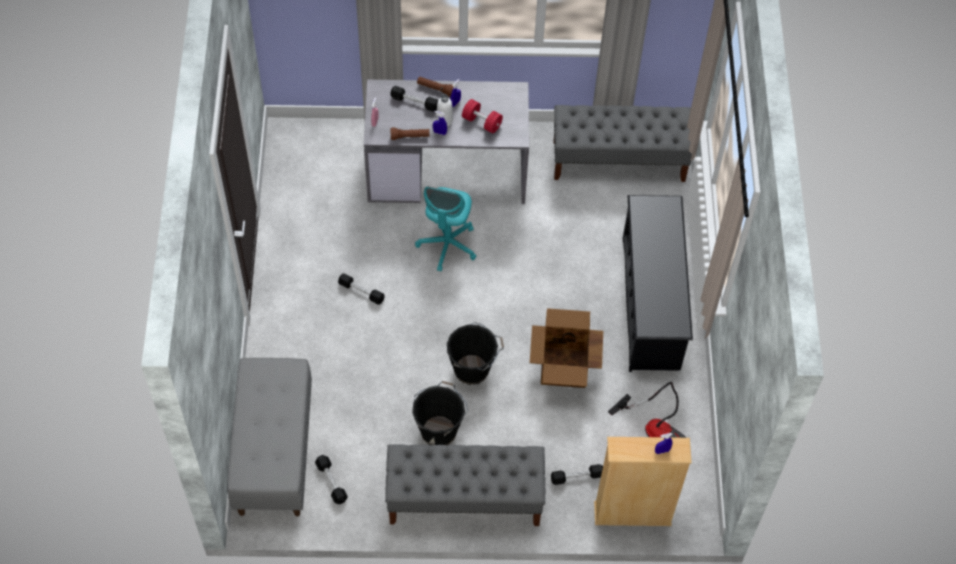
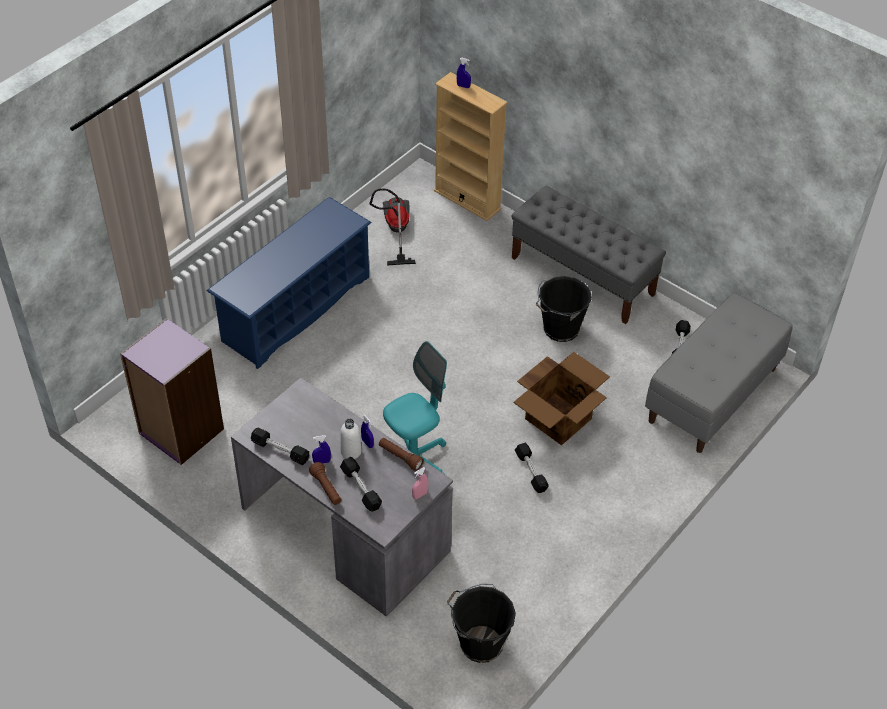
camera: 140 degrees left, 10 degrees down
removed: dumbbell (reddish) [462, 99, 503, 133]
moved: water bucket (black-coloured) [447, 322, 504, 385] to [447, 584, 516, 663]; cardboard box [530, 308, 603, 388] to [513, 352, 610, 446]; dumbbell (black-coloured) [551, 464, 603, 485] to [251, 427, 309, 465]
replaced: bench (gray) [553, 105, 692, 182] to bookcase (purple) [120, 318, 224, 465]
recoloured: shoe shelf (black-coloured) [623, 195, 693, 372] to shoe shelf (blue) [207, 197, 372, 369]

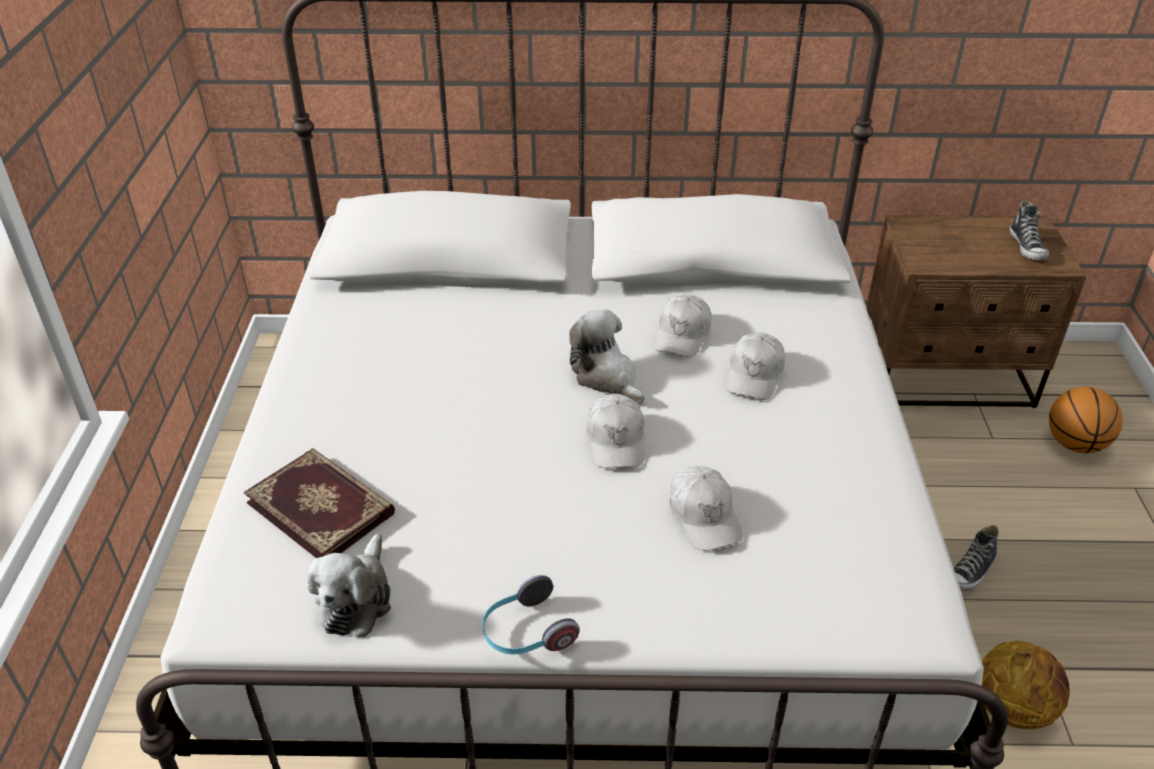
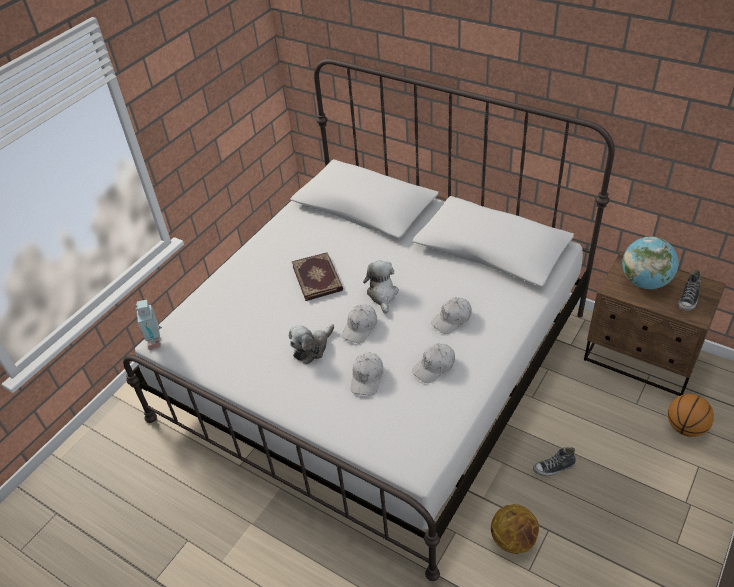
camera: 35 degrees right, 5 degrees up
removed: pair of headphones [482, 575, 580, 655]
added: robot figure [135, 300, 162, 350]; world globe [622, 236, 679, 289]
moved: bound book [244, 448, 395, 558] to [292, 252, 343, 301]; plush toy [307, 533, 391, 637] to [289, 324, 334, 364]; cap (whitish) [653, 295, 711, 357] to [412, 343, 455, 383]

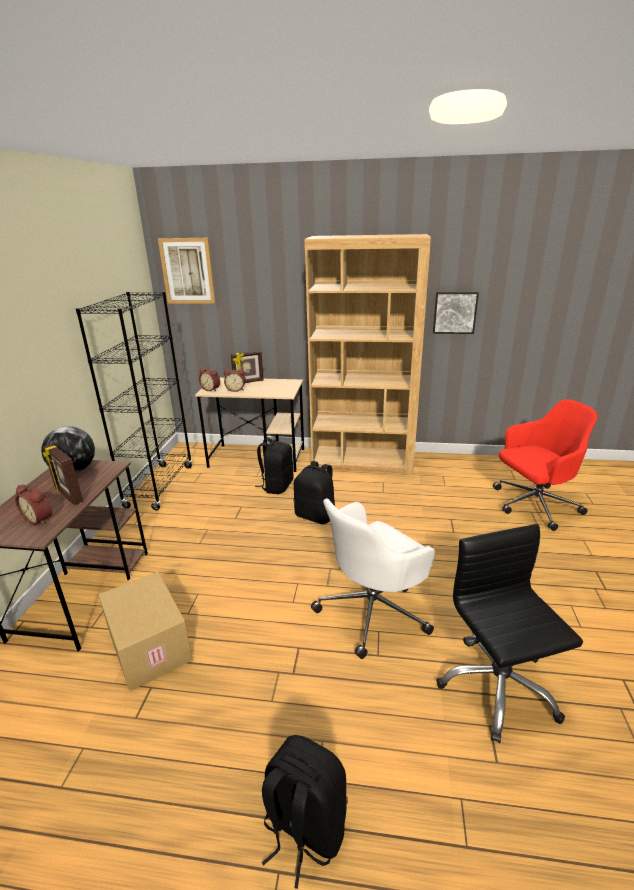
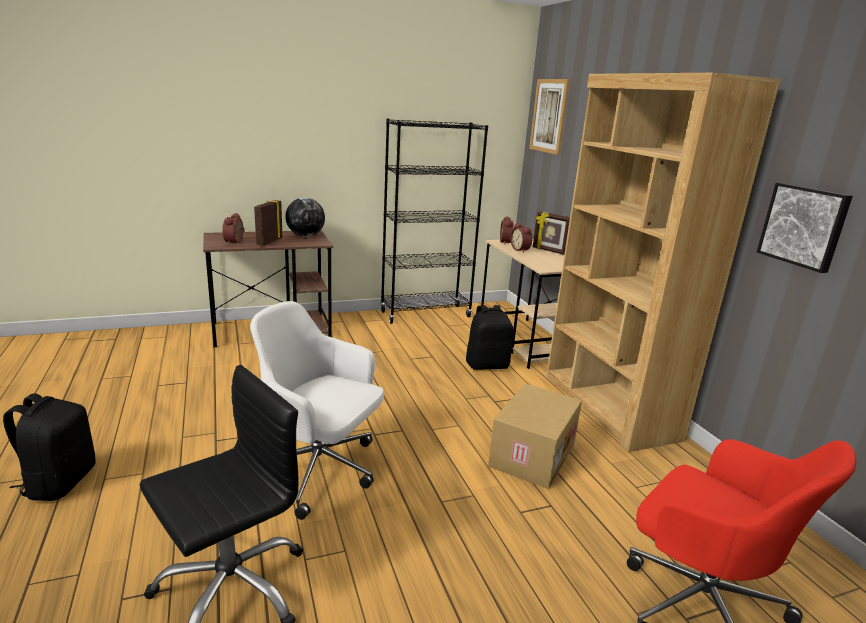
camera: 60 degrees right, 5 degrees down
removed: rucksack (black-coloured) [294, 461, 335, 524]
moved: cardboard box [99, 572, 192, 691] to [488, 384, 582, 489]

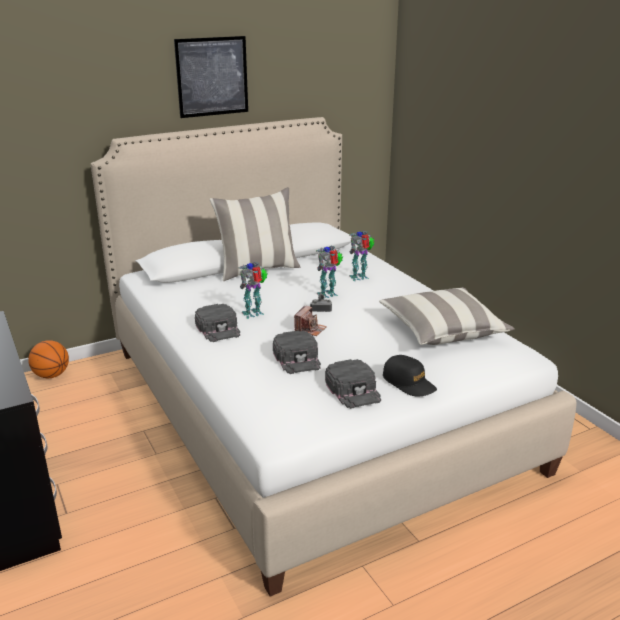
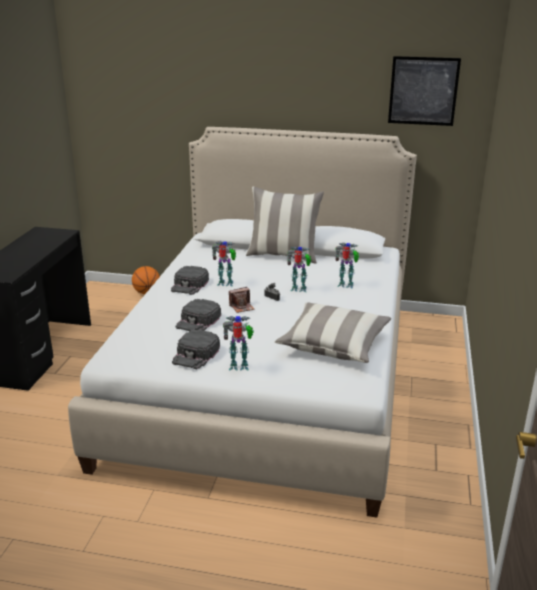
camera: 40 degrees right, 0 degrees up
moved: picture [174, 36, 248, 118] to [388, 56, 461, 126]
replaced: cap (black-coloured) [383, 355, 437, 397] to robot figure [223, 316, 254, 370]

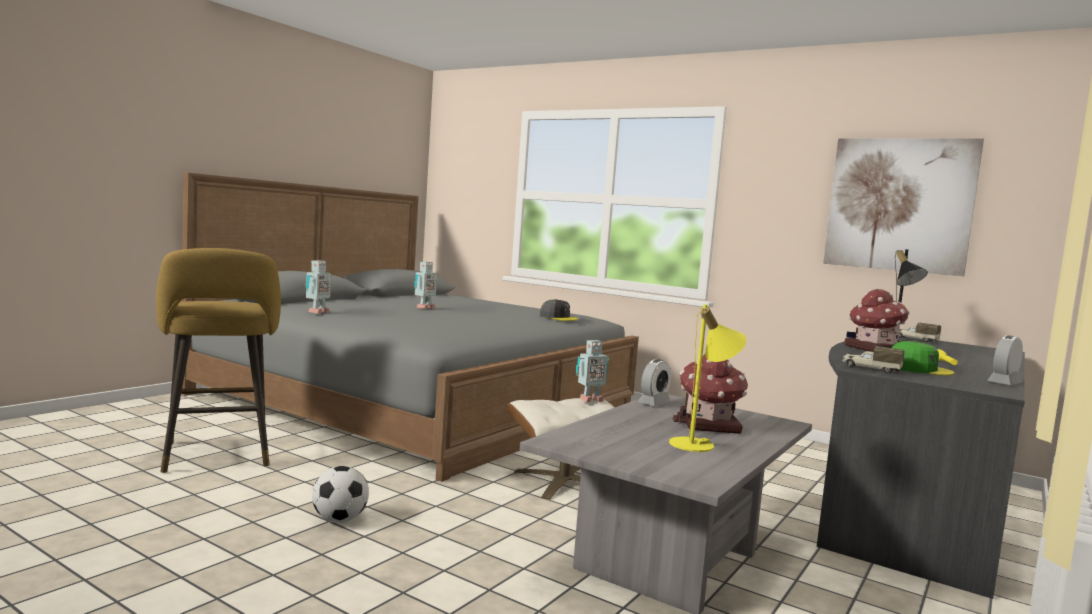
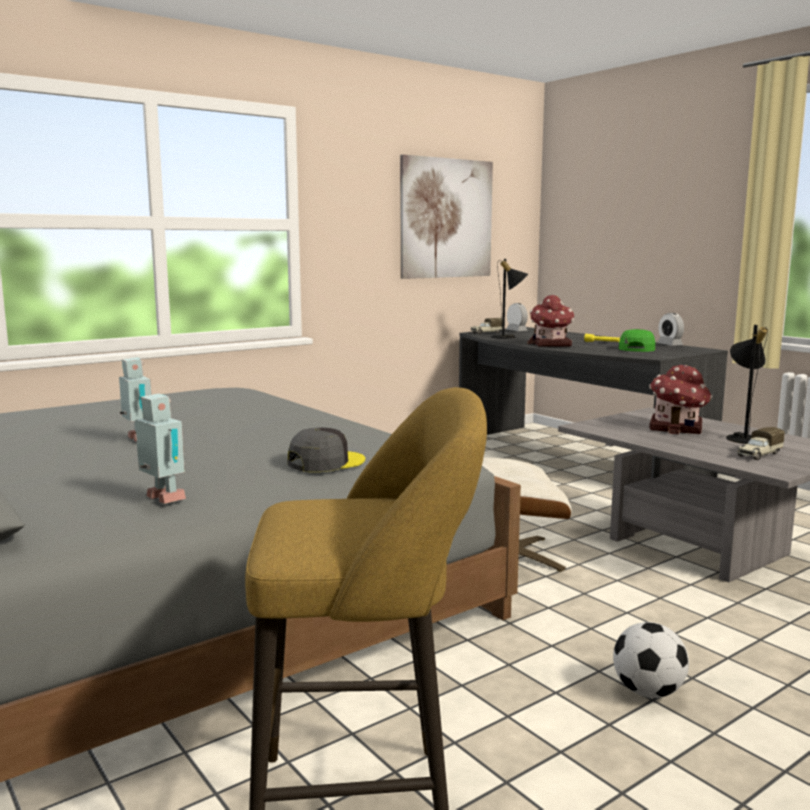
camera: 70 degrees left, 5 degrees up
removed: robot figure [576, 340, 609, 402]
moved: cap (gray) [540, 299, 579, 321] to [287, 427, 365, 472]; alarm clock [638, 359, 672, 406] to [506, 303, 528, 331]; toy truck [842, 346, 905, 373] to [737, 427, 785, 460]
recoloured: lamp for a table (yellow) [669, 305, 747, 452] to lamp for a table (black-coloured) [726, 325, 768, 444]

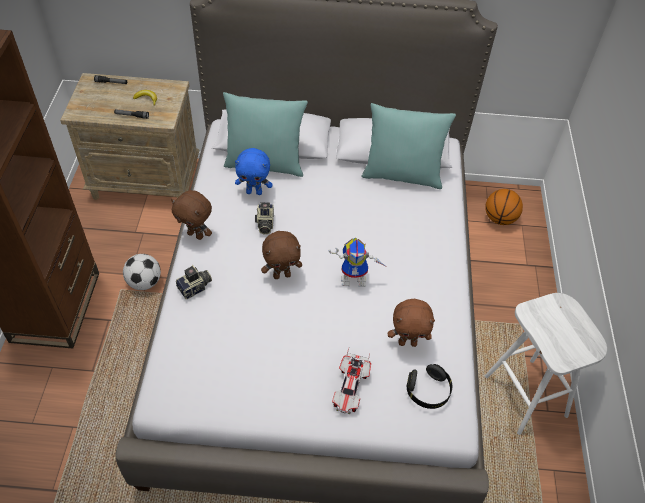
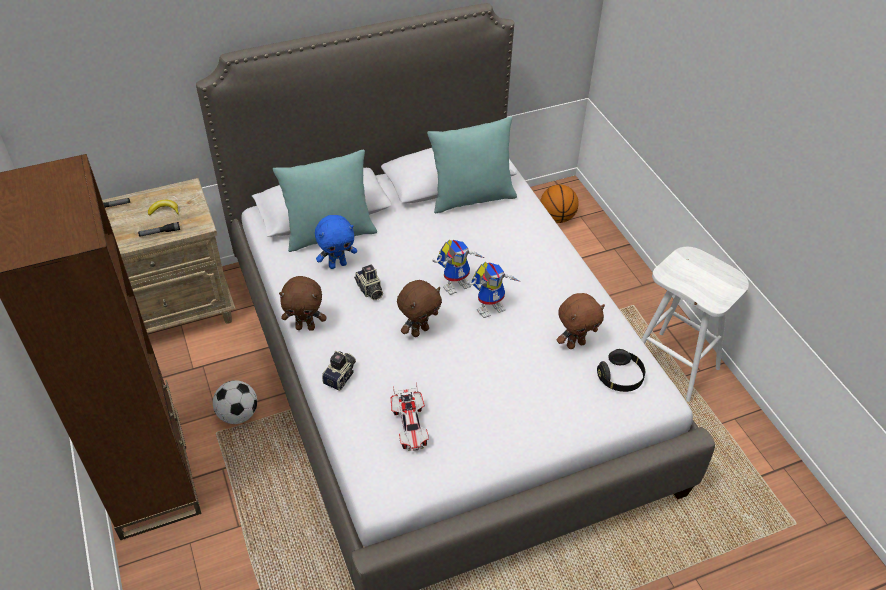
camera: 25 degrees left, 5 degrees down
added: robot figure [432, 239, 484, 295]
moved: miniature car [332, 348, 371, 414] to [391, 382, 429, 451]

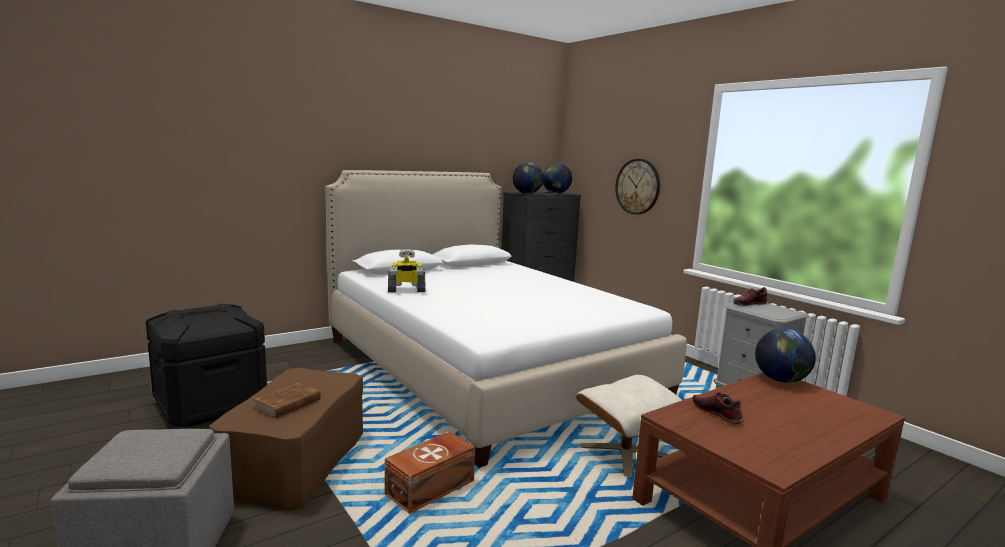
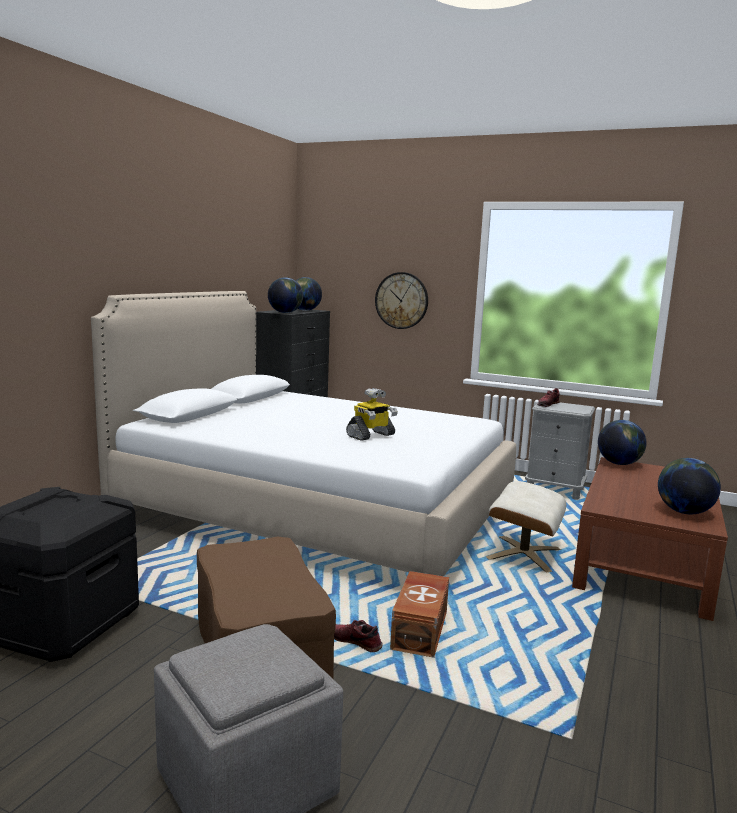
camera: 30 degrees left, 0 degrees up
removed: bound book (brown) [253, 382, 322, 418]
added: world globe [658, 458, 721, 514]
moved: robot figure [388, 249, 425, 292] to [346, 388, 398, 441]; shoe [693, 392, 744, 424] to [334, 620, 383, 652]

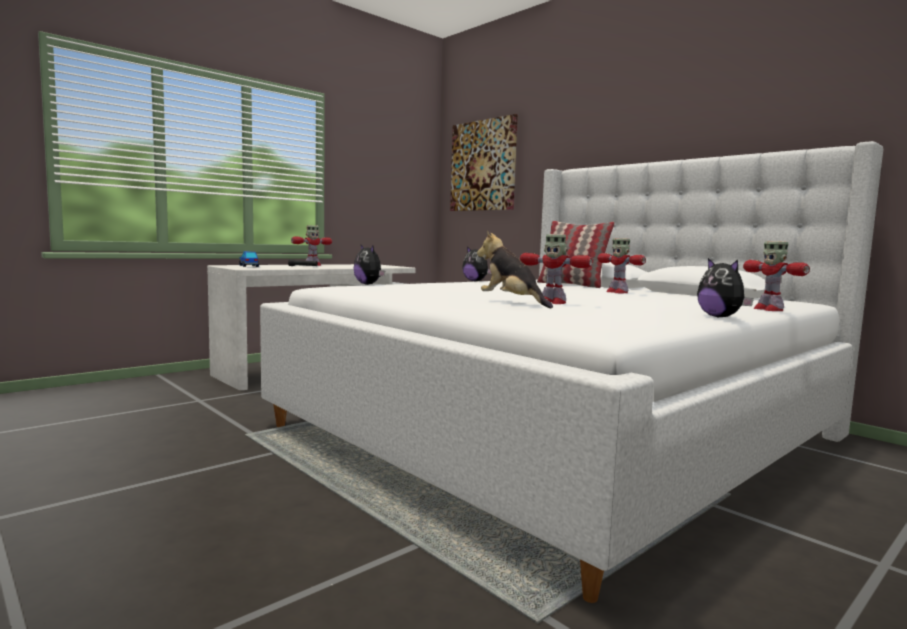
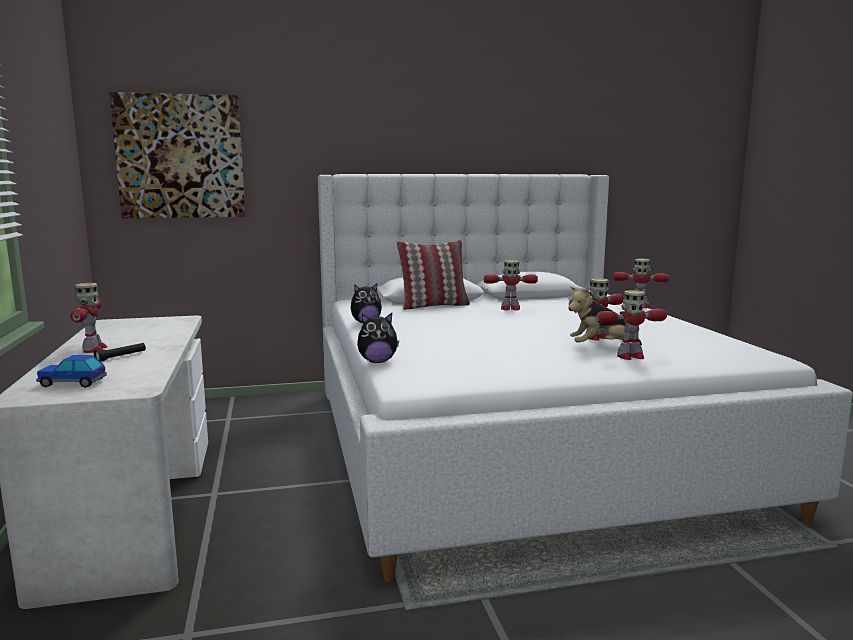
camera: 60 degrees left, 5 degrees up
removed: plush toy [697, 258, 754, 317]
added: robot figure [596, 290, 667, 360]

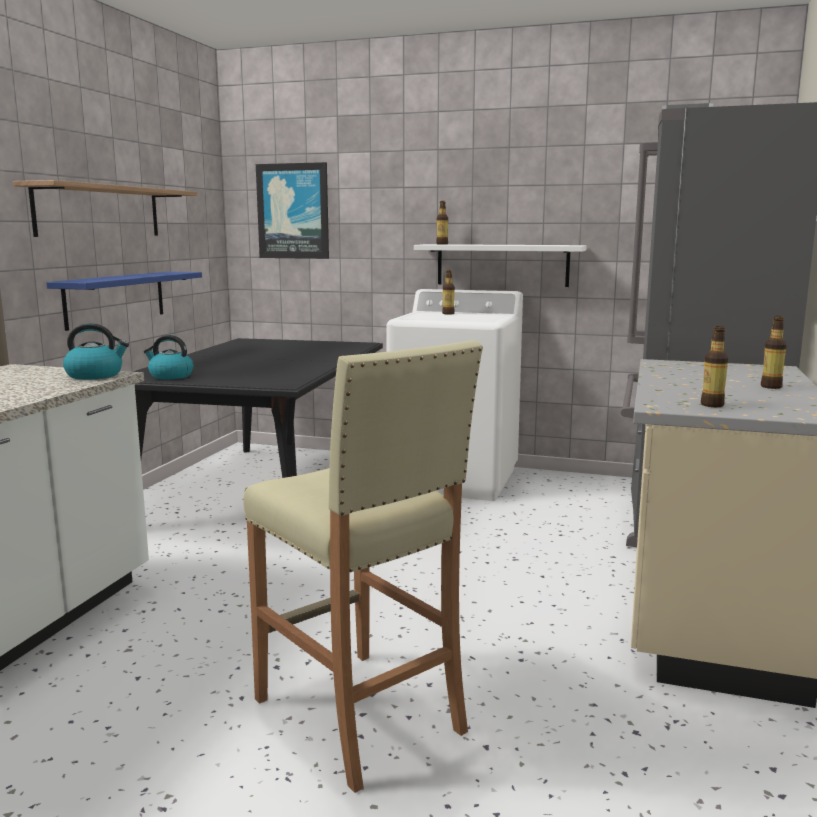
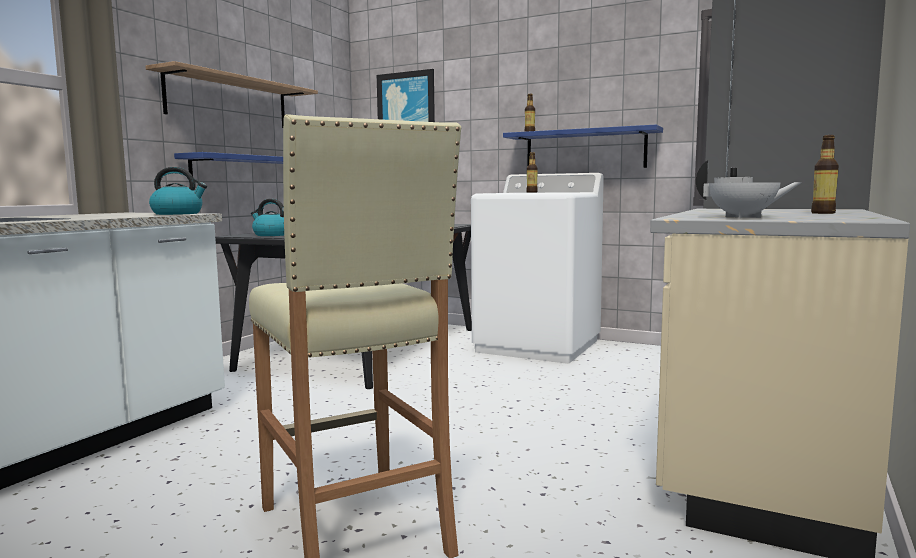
camera: 10 degrees right, 5 degrees down
replaced: beverage bottle [701, 326, 728, 407] to teapot (whitish) [696, 160, 802, 218]
recoloured: bracket shelf (whitish) [414, 244, 587, 287] to bracket shelf (blue) [503, 125, 663, 168]

